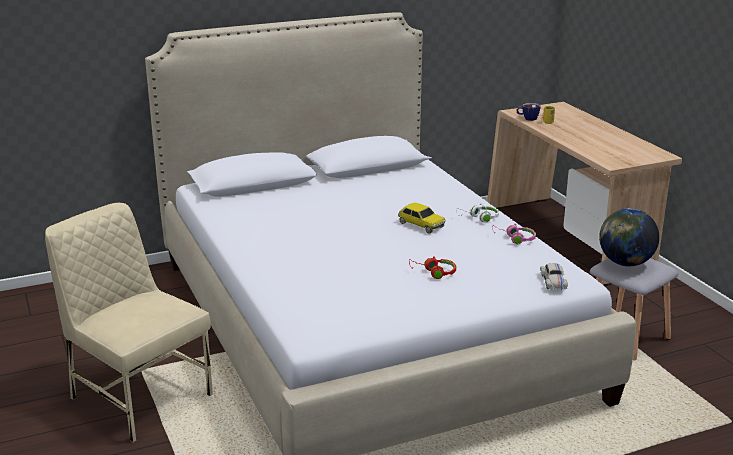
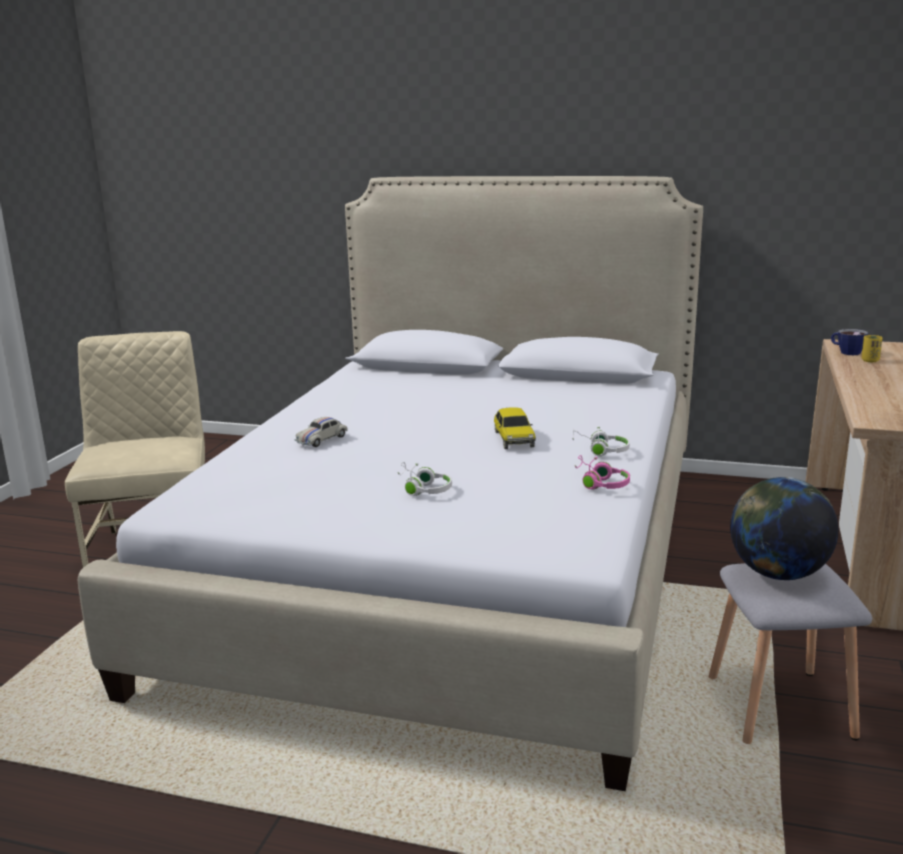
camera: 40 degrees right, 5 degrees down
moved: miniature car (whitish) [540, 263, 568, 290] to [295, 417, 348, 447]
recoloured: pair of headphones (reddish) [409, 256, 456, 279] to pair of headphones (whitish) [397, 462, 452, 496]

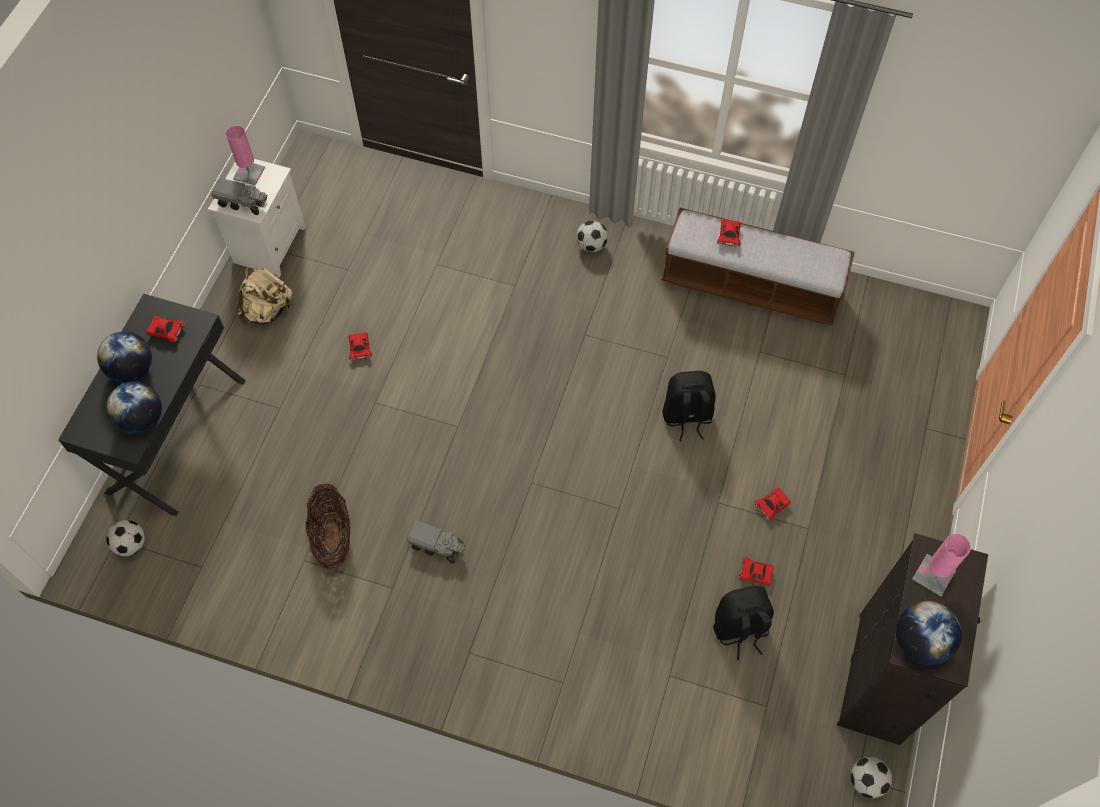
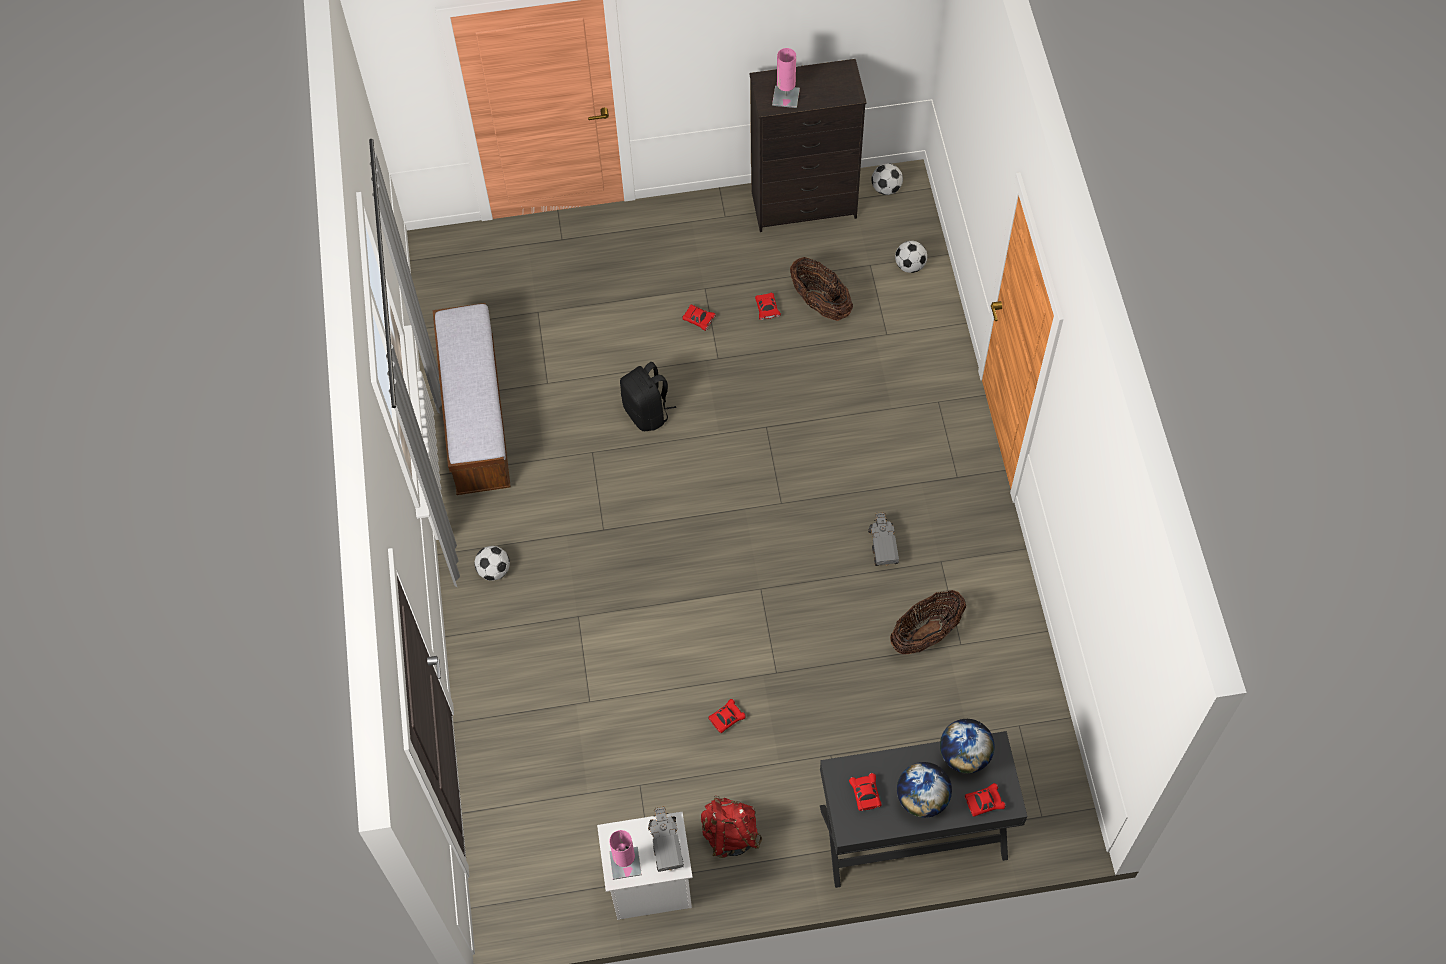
camera: 115 degrees left, 0 degrees up
removed: world globe [896, 601, 962, 665]
moved: football ball [106, 520, 145, 556] to [895, 241, 927, 273]; miniature car (reddish) [717, 219, 741, 247] to [965, 783, 1006, 817]
replaced: rucksack (black-coloured) [713, 586, 774, 660] to household basket [790, 257, 853, 321]
recoloured: rucksack (beige) [236, 267, 292, 324] to rucksack (reddish) [701, 796, 762, 858]

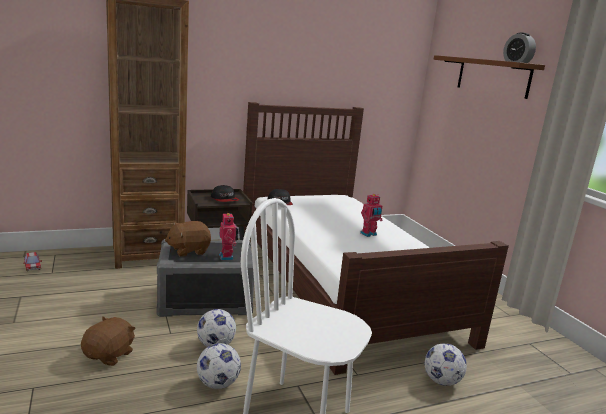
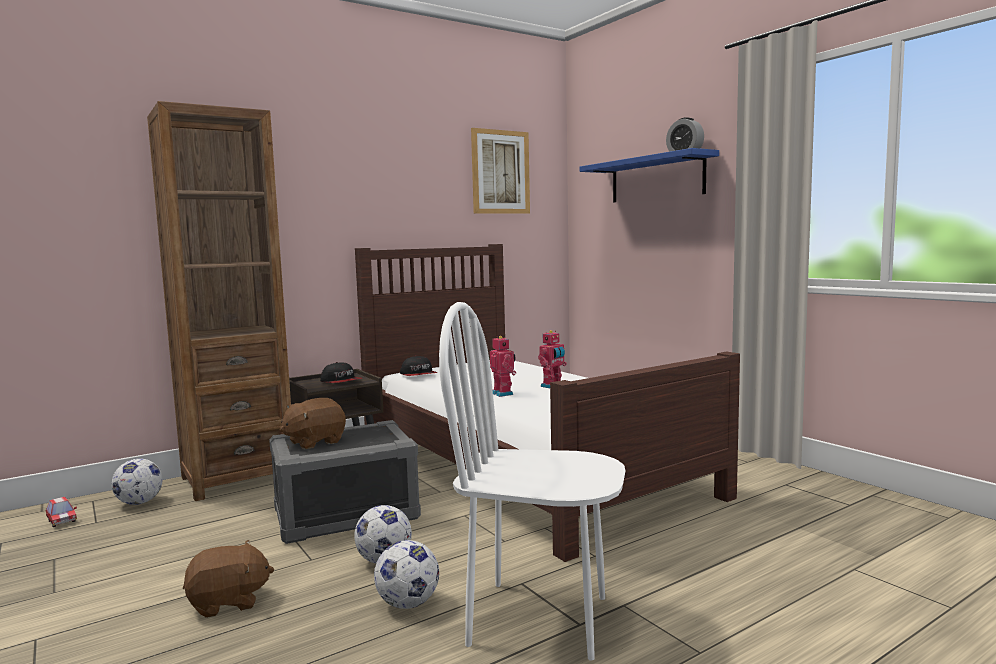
camera: 10 degrees left, 10 degrees down
added: picture [471, 128, 530, 214]
moved: robot figure [219, 212, 239, 260] to [490, 336, 516, 397]; football ball [425, 343, 467, 386] to [111, 458, 163, 505]
recoloured: bracket shelf (brown) [434, 55, 545, 99] to bracket shelf (blue) [579, 148, 719, 202]
turned: plush toy (brown) [81, 317, 136, 366] = [183, 540, 274, 618] 60 degrees clockwise

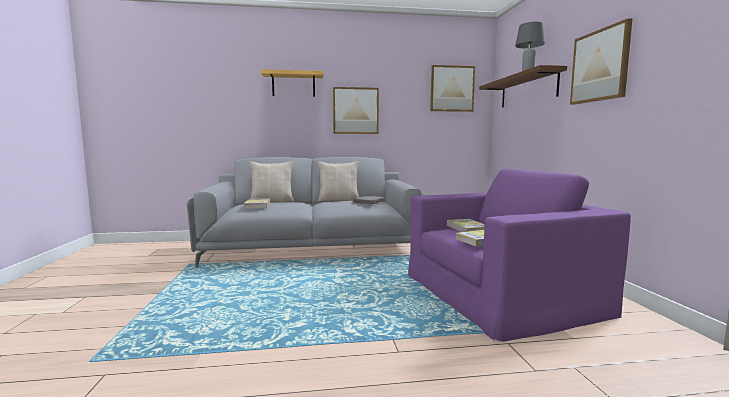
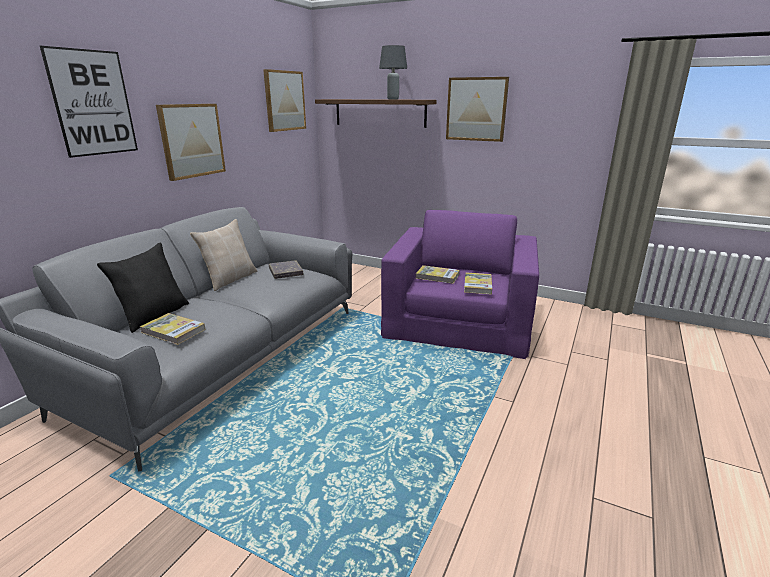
camera: 55 degrees left, 15 degrees up
replaced: bracket shelf [261, 69, 324, 97] to picture [40, 46, 138, 158]
recoloured: pillow (beige) [249, 161, 294, 202] to pillow (black-coloured) [97, 242, 189, 333]

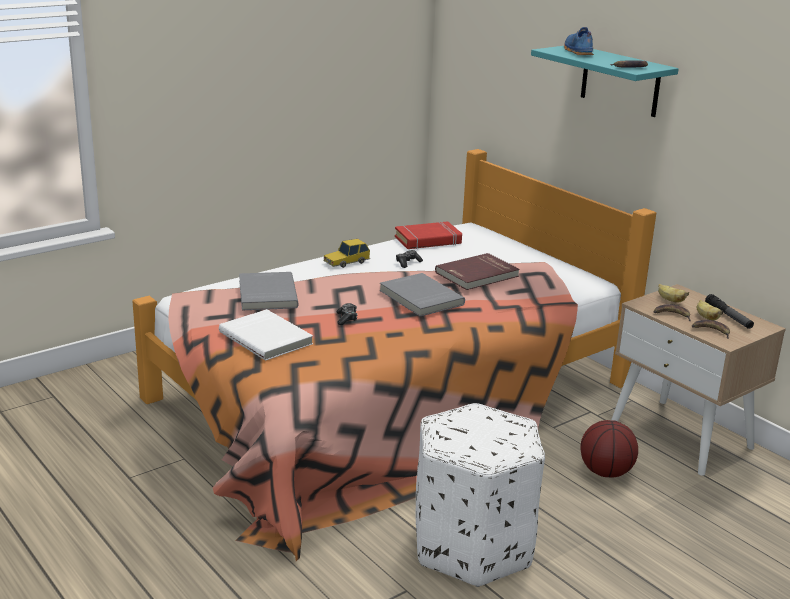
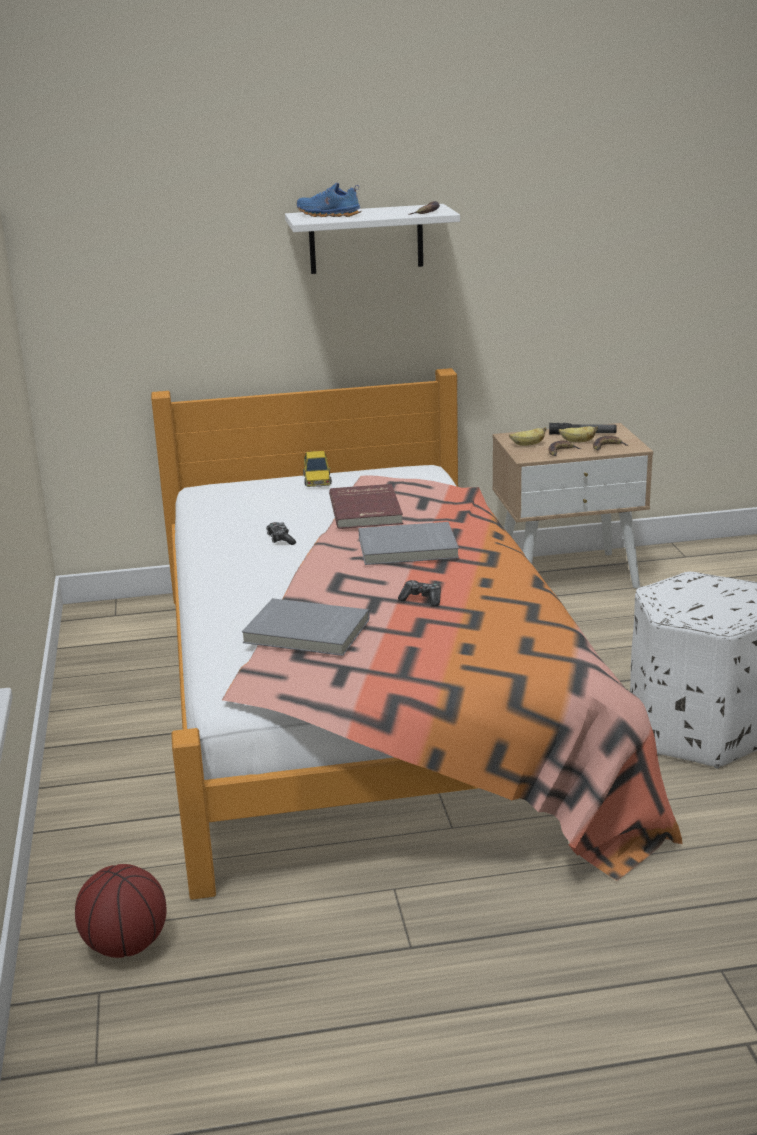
camera: 60 degrees left, 0 degrees up
removed: bound book (whitish) [219, 309, 313, 361]; bound book (reddish) [395, 221, 462, 249]
moved: miniature car [323, 239, 370, 268] to [303, 451, 332, 487]; basketball ball [580, 420, 638, 478] to [75, 864, 167, 958]
recoloured: bracket shelf (blue-green) [531, 46, 679, 117] to bracket shelf (whitish) [285, 204, 460, 274]

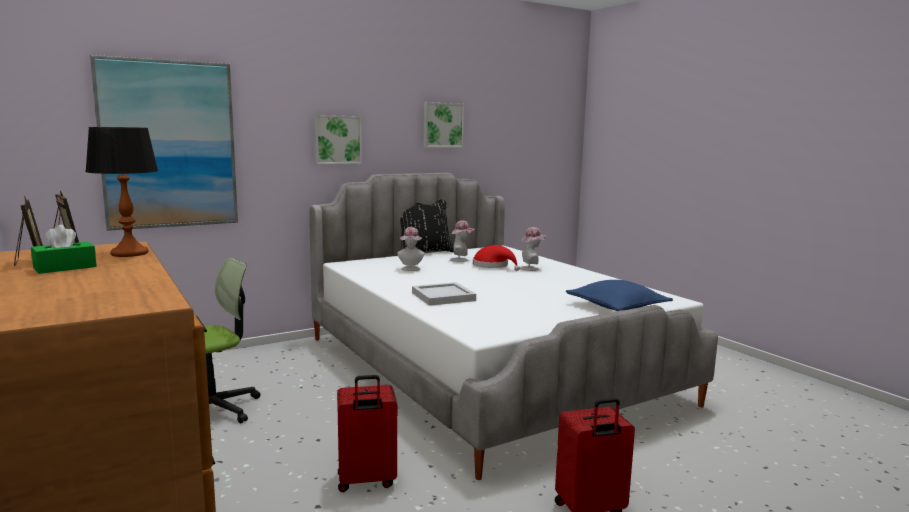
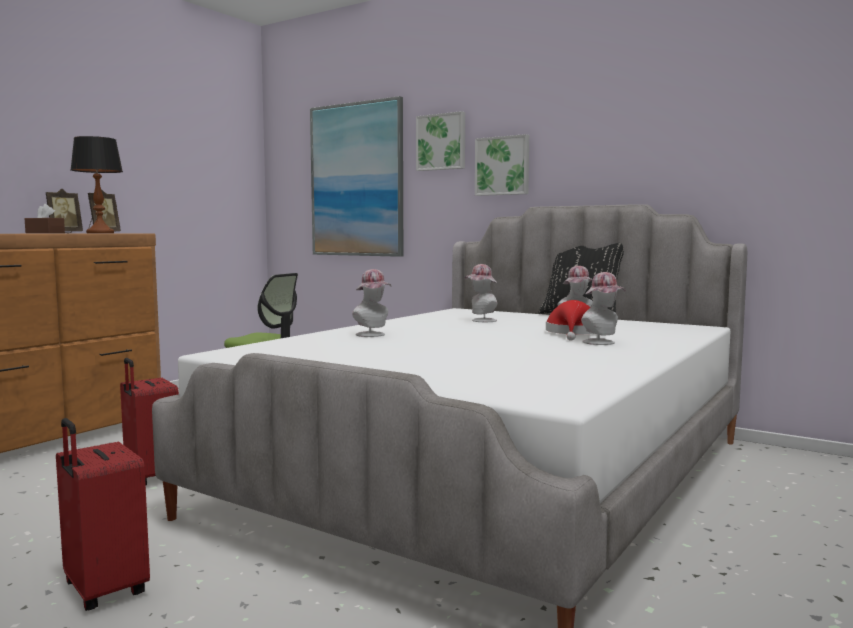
camera: 65 degrees right, 5 degrees down
removed: pillow (blue) [566, 280, 673, 311]
moved: picture [424, 102, 464, 147] to [416, 111, 465, 171]
replaced: serving tray (whitish) [412, 282, 476, 306] to wearable hat [352, 269, 392, 337]
recoloured: box of tissues (greenish) [31, 225, 97, 274] to box of tissues (brown) [24, 204, 65, 233]

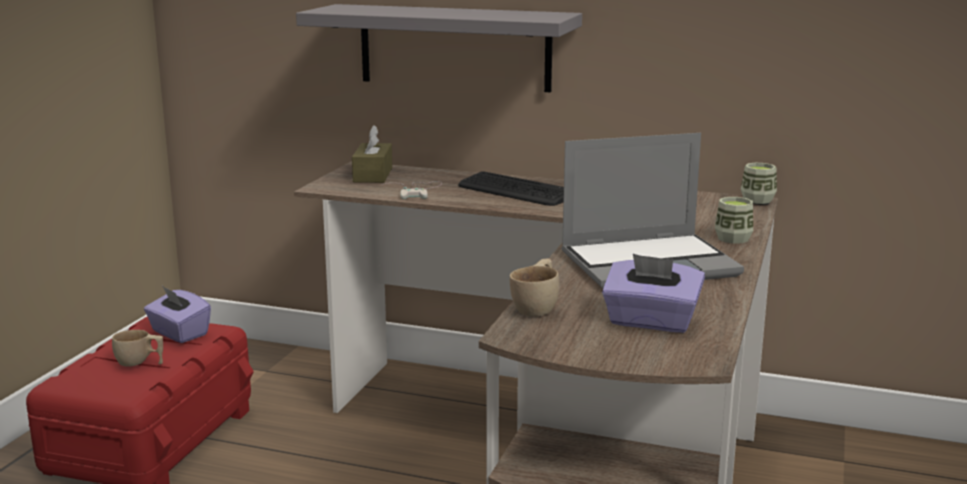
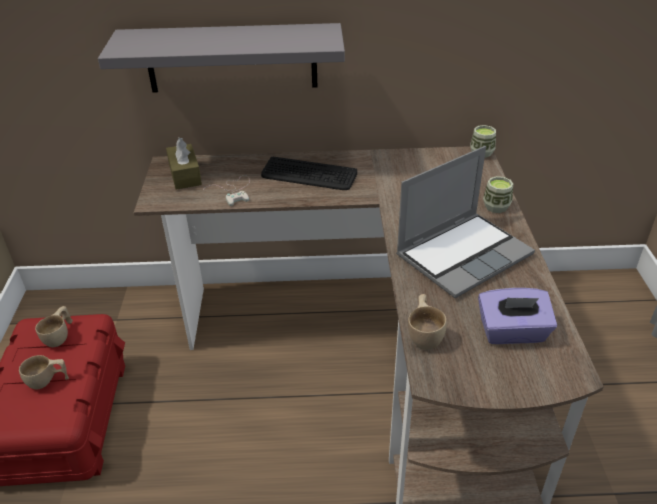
camera: 20 degrees left, 20 degrees up
replaced: box of tissues (purple) [144, 287, 211, 343] to cup (beige) [35, 306, 73, 347]

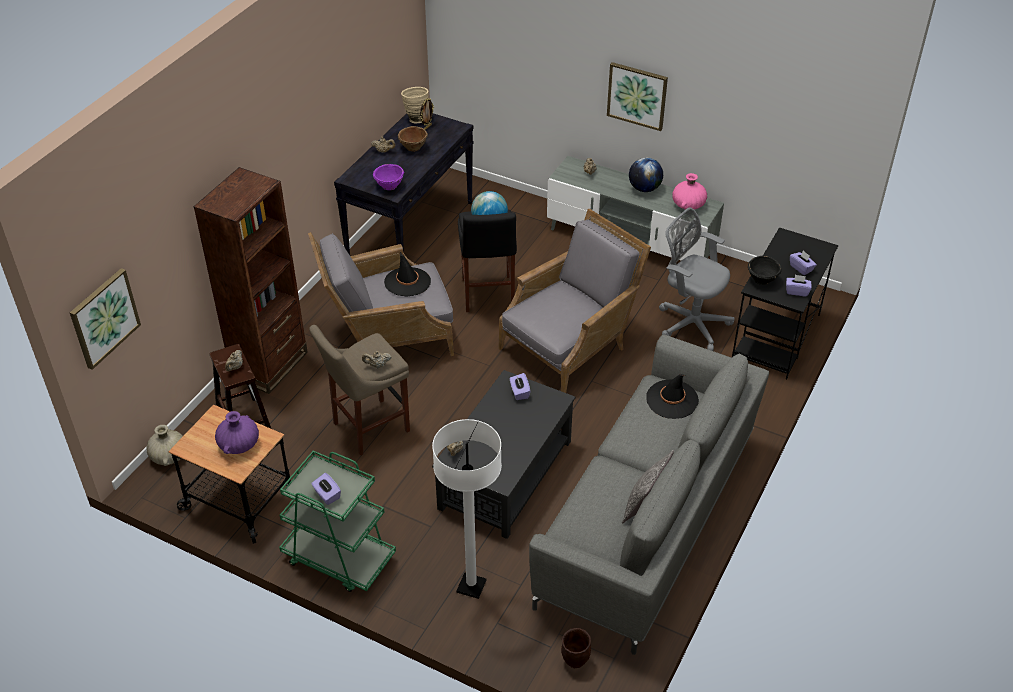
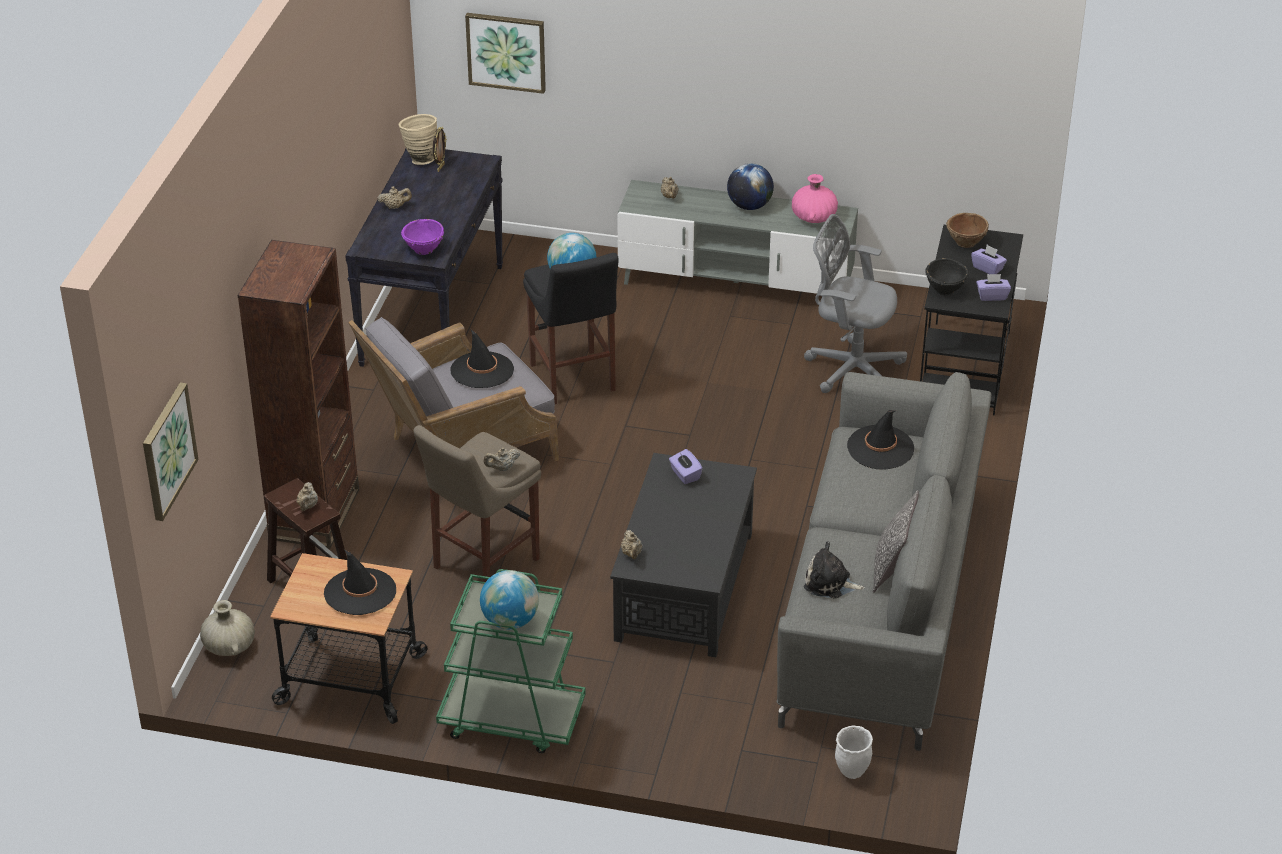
camera: 15 degrees left, 5 degrees down
removed: standard lamp (whitish) [432, 419, 502, 599]; lounge chair (gray) [499, 209, 651, 393]
added: plush toy [804, 541, 865, 599]
moved: deep dish (brown) [398, 126, 428, 152] to [946, 213, 989, 248]; picture [607, 62, 668, 131] to [465, 13, 546, 94]
replaced: vase (purple) [215, 411, 259, 454] to wearable hat (black-coloured) [324, 549, 396, 615]; box of tissues (purple) [311, 473, 341, 505] to world globe [480, 570, 539, 629]
recoloured: flower pot (brown) [561, 628, 591, 668] to flower pot (whitish) [835, 725, 873, 779]

